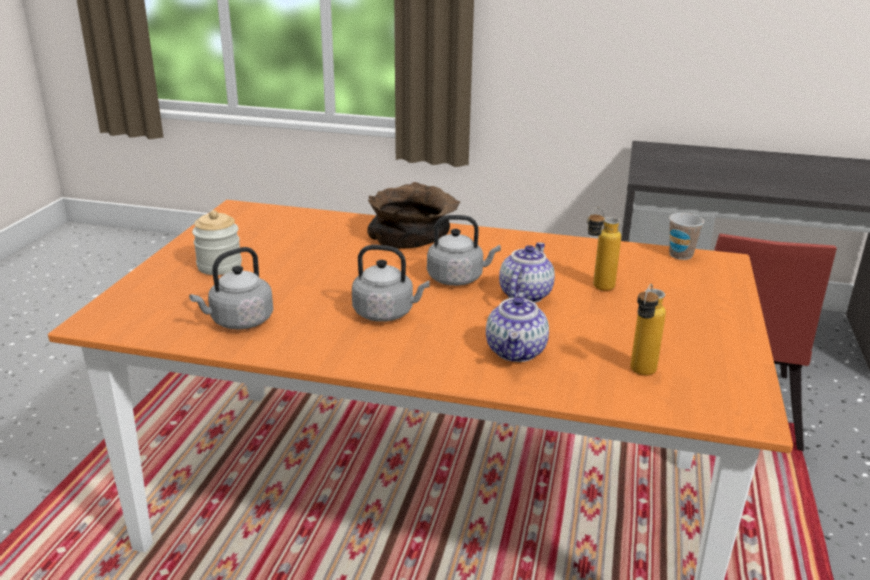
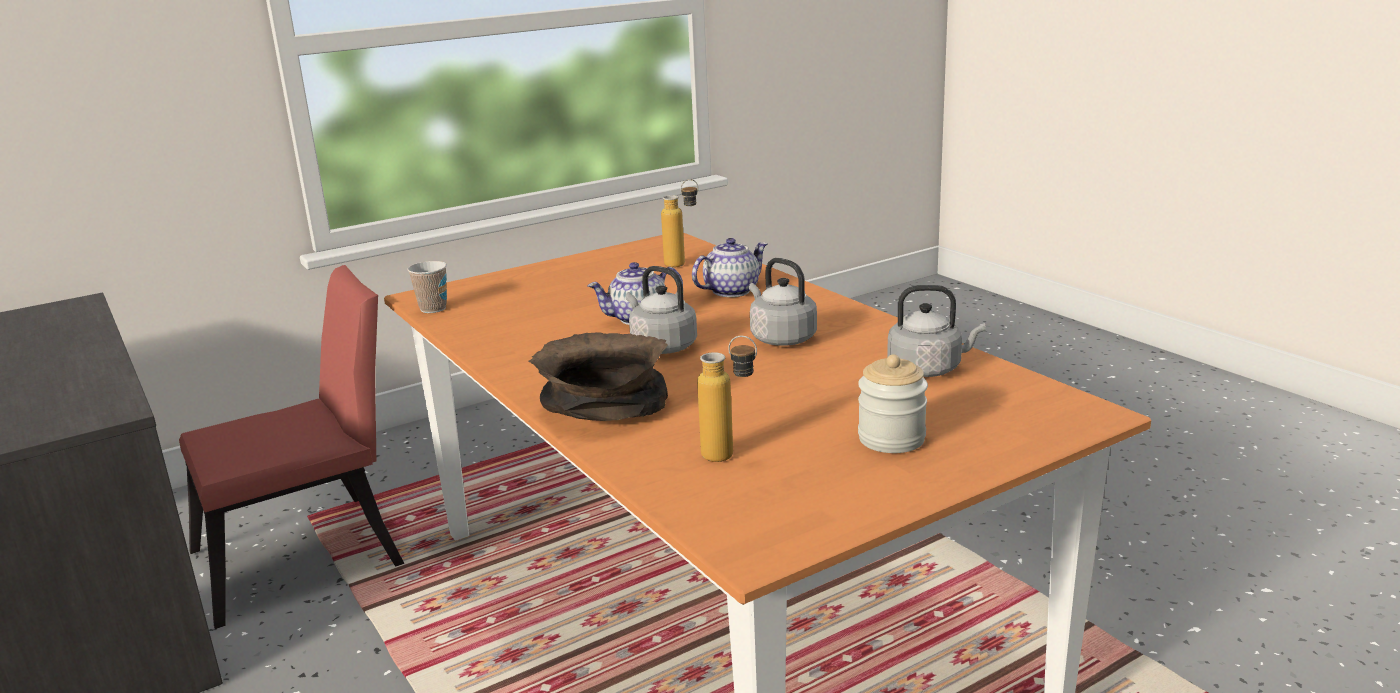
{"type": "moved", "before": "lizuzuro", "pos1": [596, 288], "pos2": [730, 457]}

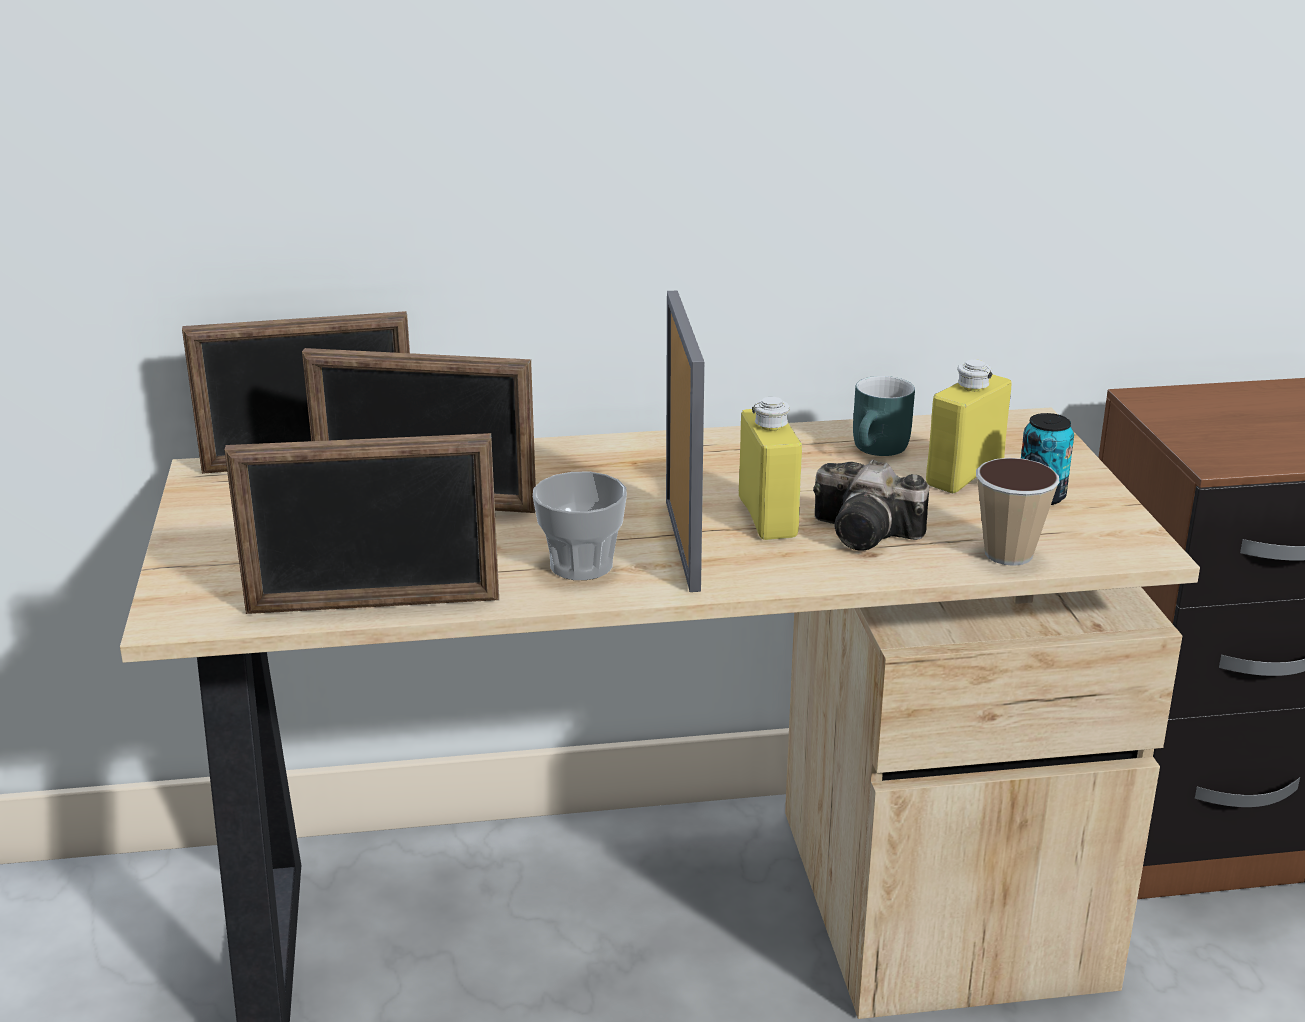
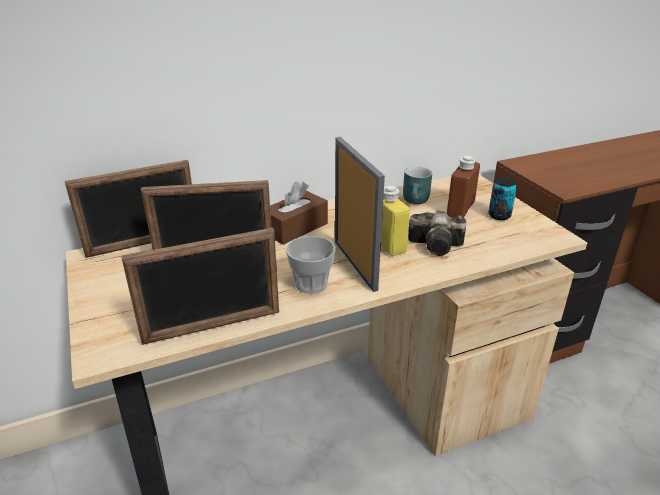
{"type": "removed", "before": "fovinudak", "pos1": [1008, 554]}
{"type": "added", "after": "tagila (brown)", "pos2": [295, 228]}
{"type": "recoloured", "before": "lizuzuro (yellow)", "after": "lizuzuro (brown)", "pos1": [964, 475], "pos2": [460, 209]}

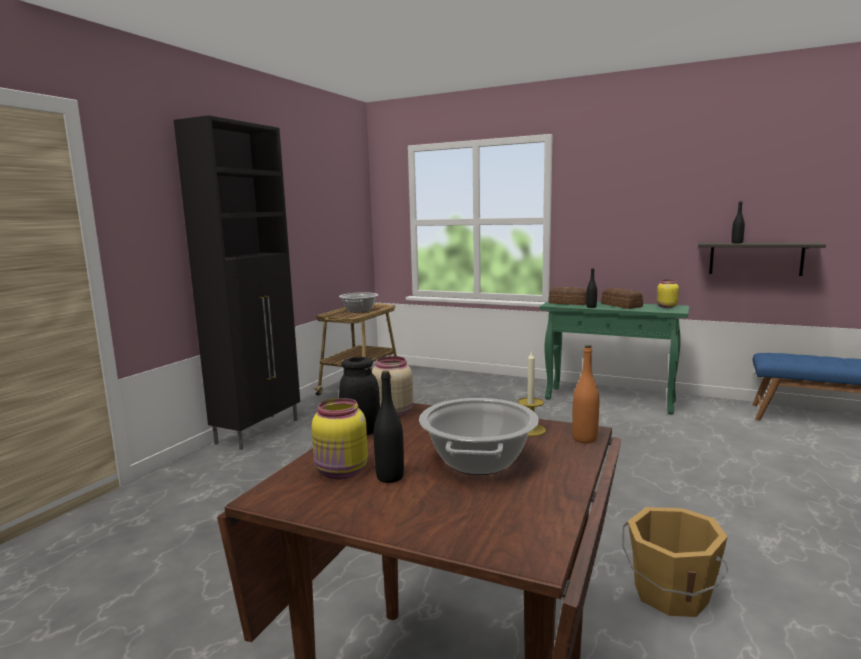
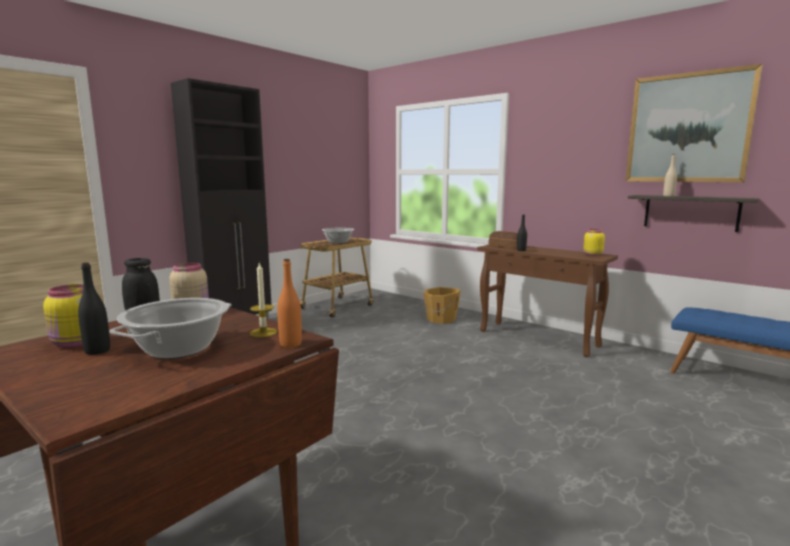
{"type": "removed", "before": "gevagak", "pos1": [621, 305]}
{"type": "added", "after": "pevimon", "pos2": [688, 128]}
{"type": "moved", "before": "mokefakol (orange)", "pos1": [670, 594], "pos2": [440, 319]}
{"type": "recoloured", "before": "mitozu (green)", "after": "mitozu (brown)", "pos1": [610, 400], "pos2": [539, 338]}
{"type": "recoloured", "before": "lizuzuro (black)", "after": "lizuzuro (beige)", "pos1": [737, 243], "pos2": [668, 196]}

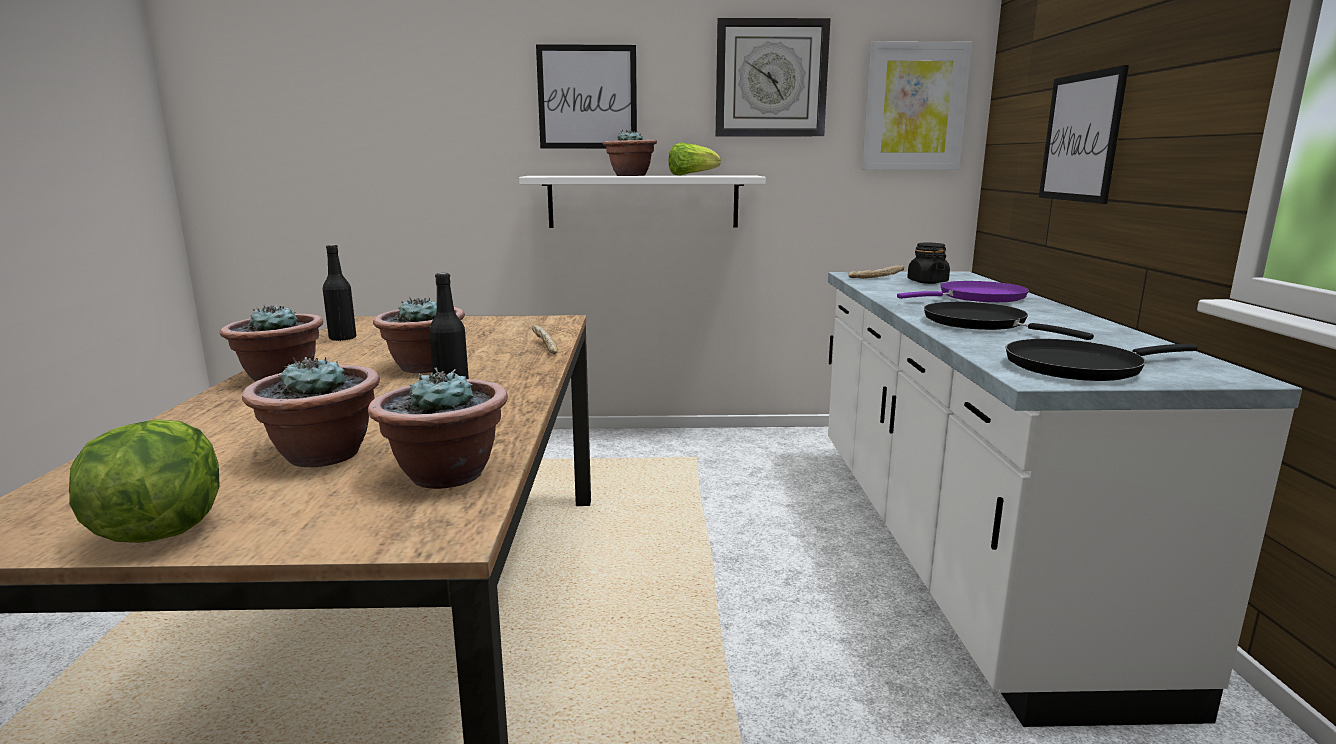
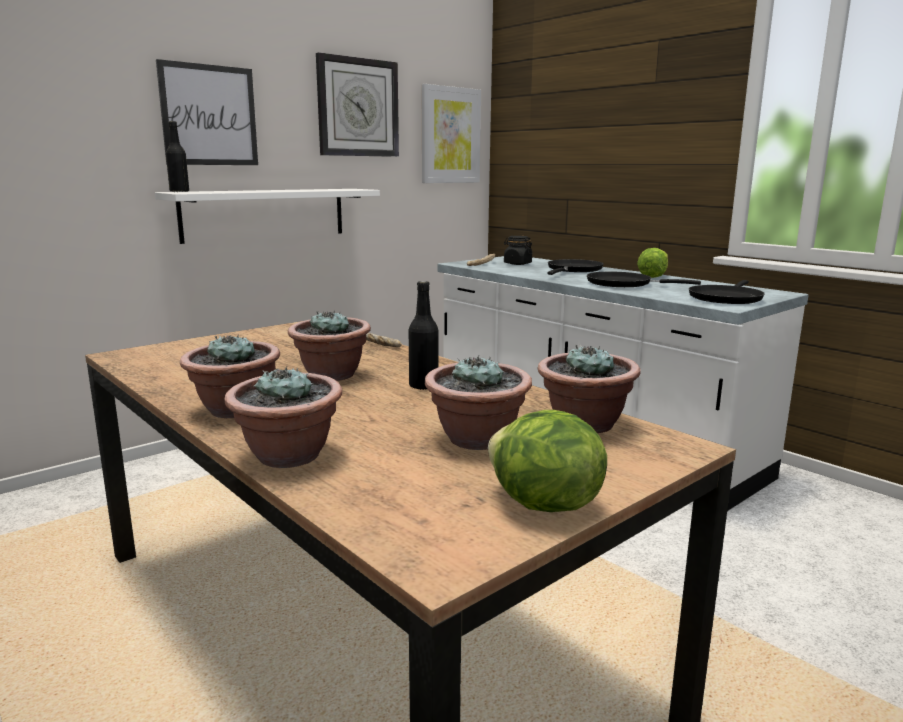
{"type": "removed", "before": "pevimon", "pos1": [1081, 137]}
{"type": "moved", "before": "lizuzuro (black)", "pos1": [342, 338], "pos2": [179, 192]}
{"type": "moved", "before": "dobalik", "pos1": [630, 175], "pos2": [288, 456]}
{"type": "moved", "before": "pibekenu", "pos1": [691, 175], "pos2": [653, 276]}
{"type": "recoloured", "before": "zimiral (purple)", "after": "zimiral (black)", "pos1": [976, 297], "pos2": [573, 270]}

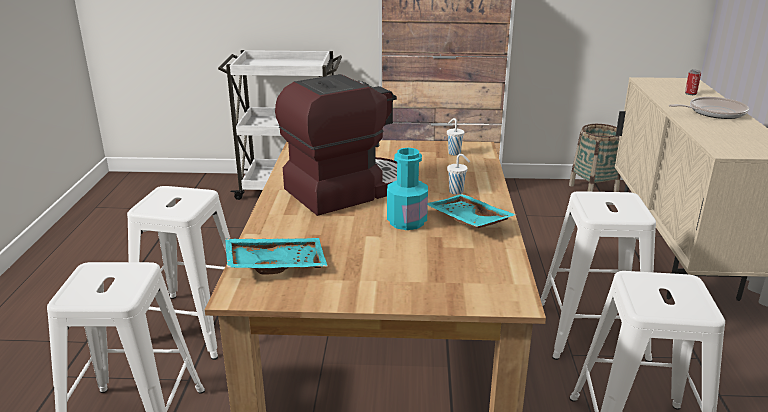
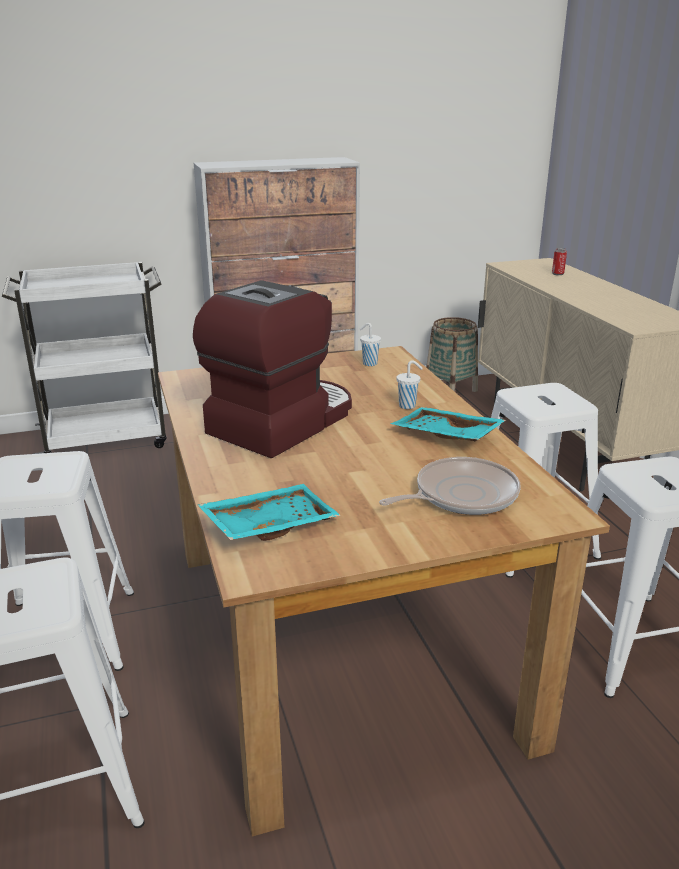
{"type": "removed", "before": "lizuzuro (turquoise)", "pos1": [407, 222]}
{"type": "moved", "before": "zimiral", "pos1": [713, 112], "pos2": [461, 495]}

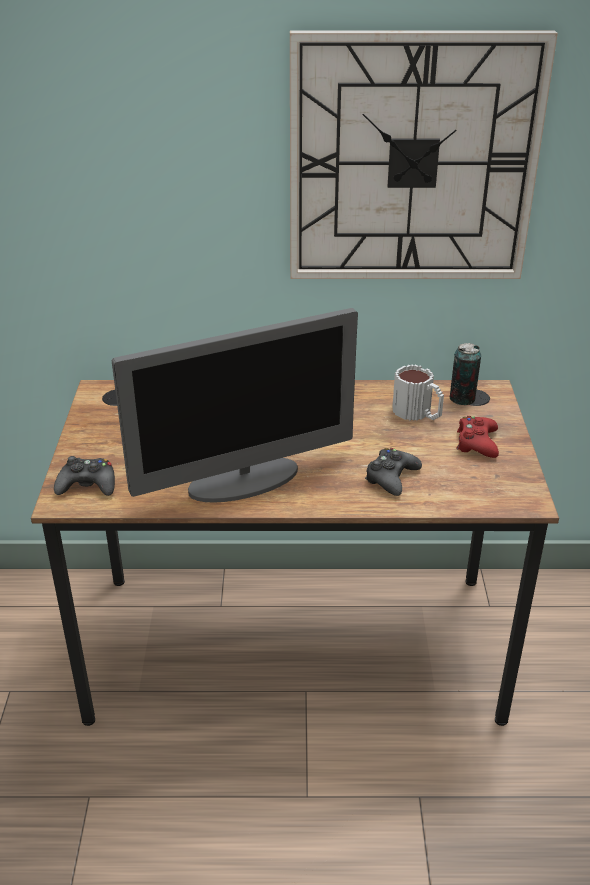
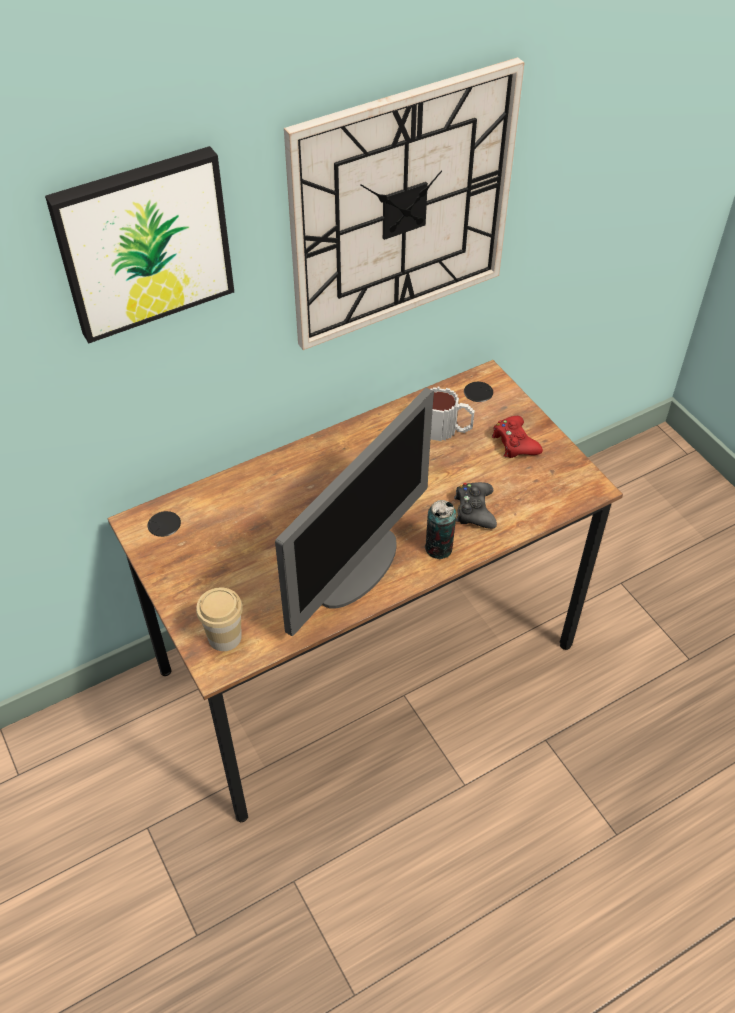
{"type": "added", "after": "pevimon", "pos2": [143, 243]}
{"type": "moved", "before": "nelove", "pos1": [462, 398], "pos2": [438, 548]}
{"type": "replaced", "before": "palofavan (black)", "after": "fovinudak", "pos1": [87, 485], "pos2": [224, 637]}

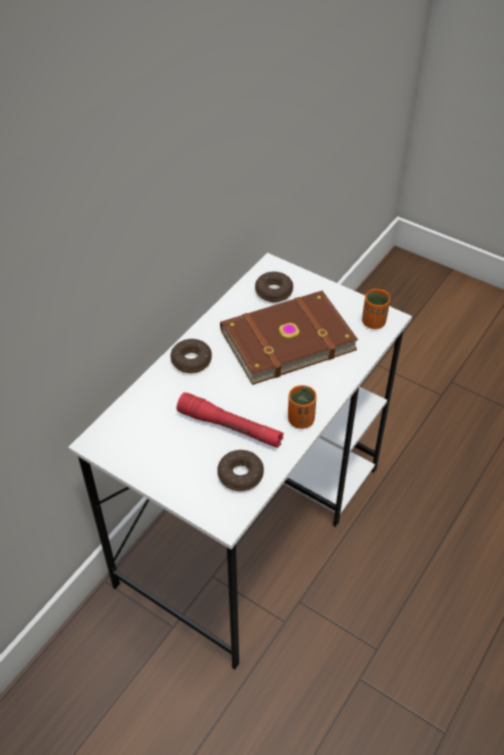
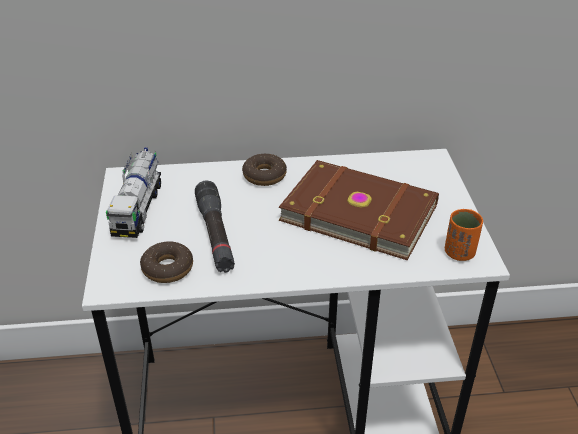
{"type": "removed", "before": "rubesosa", "pos1": [274, 291]}
{"type": "removed", "before": "fovinudak (orange)", "pos1": [300, 420]}
{"type": "added", "after": "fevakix", "pos2": [138, 208]}
{"type": "recoloured", "before": "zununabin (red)", "after": "zununabin (black)", "pos1": [230, 427], "pos2": [215, 234]}

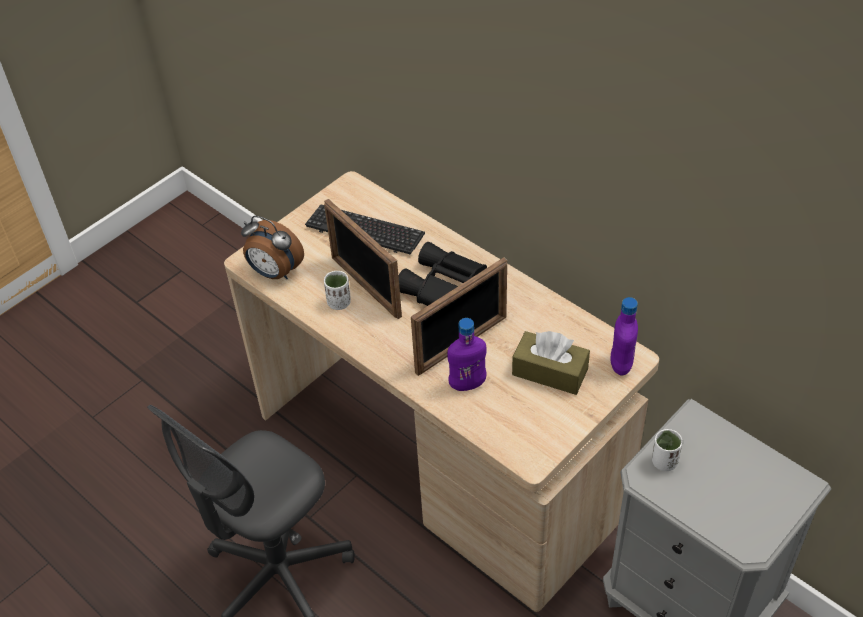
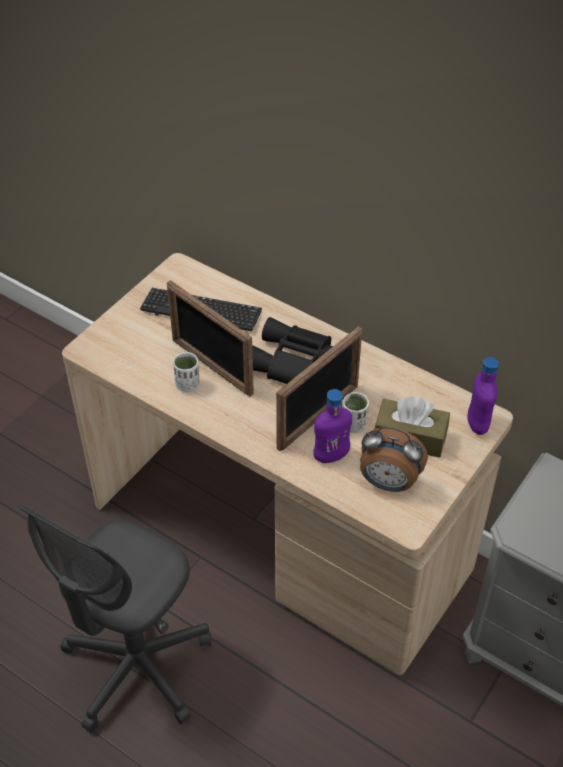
{"type": "moved", "before": "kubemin", "pos1": [275, 273], "pos2": [388, 482]}
{"type": "moved", "before": "fovinudak (white)", "pos1": [664, 462], "pos2": [354, 425]}

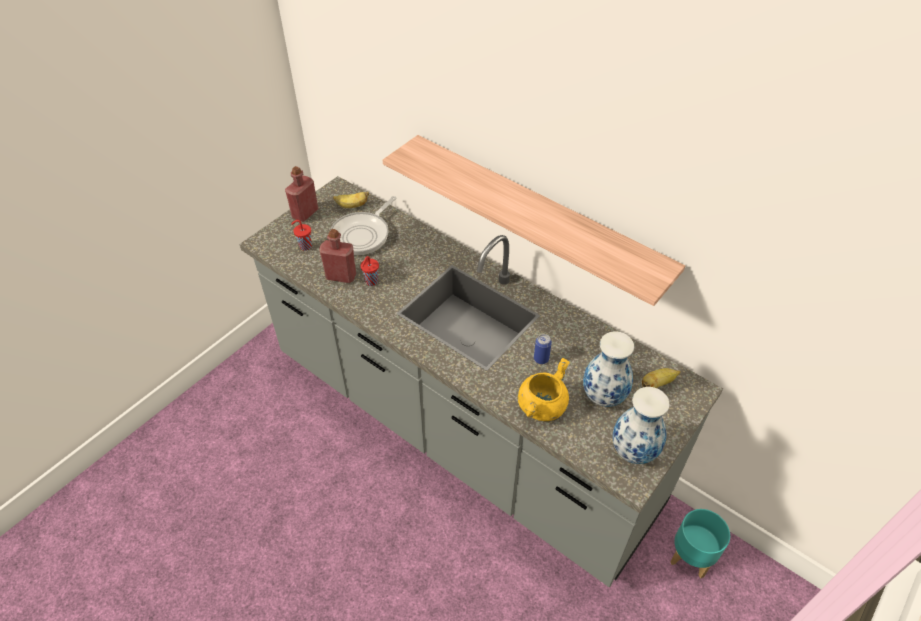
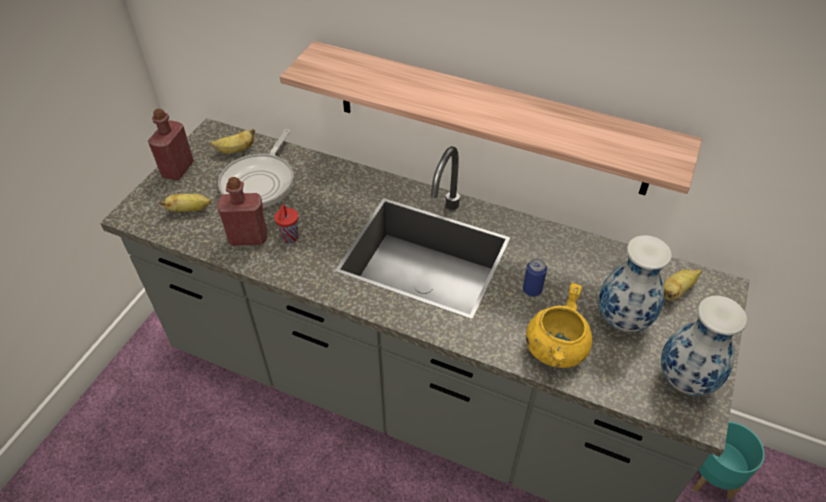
{"type": "replaced", "before": "fovinudak (red)", "after": "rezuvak", "pos1": [305, 246], "pos2": [189, 210]}

